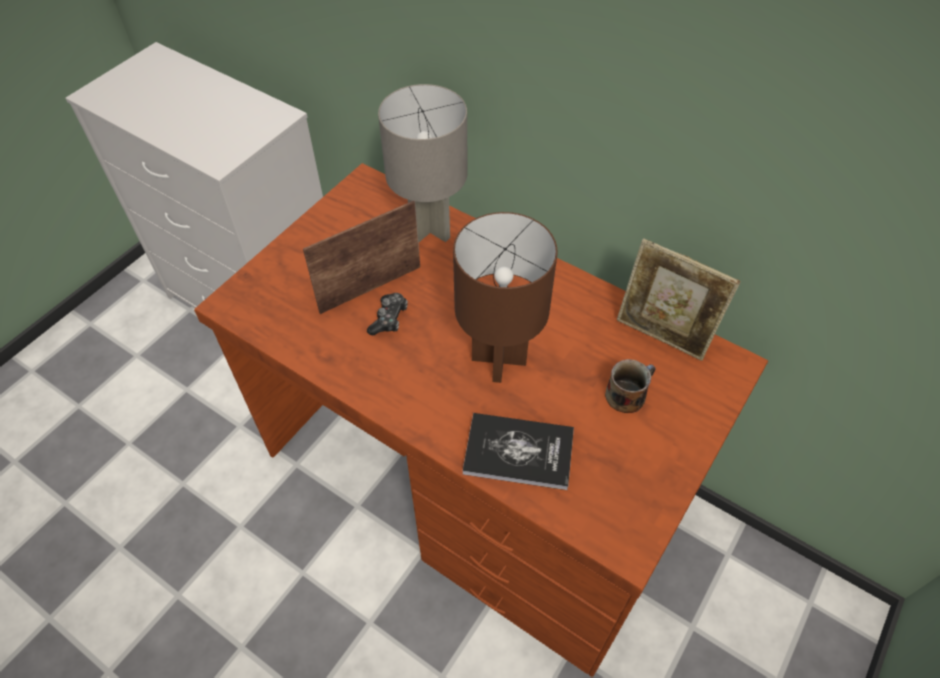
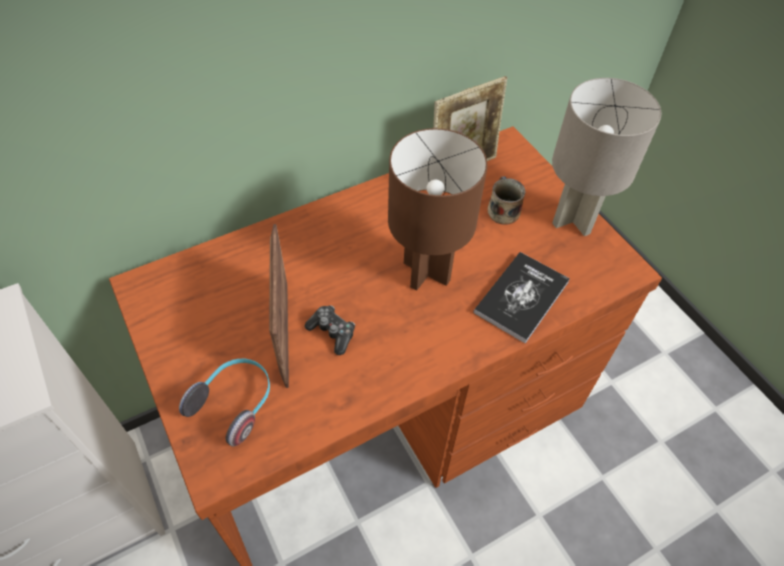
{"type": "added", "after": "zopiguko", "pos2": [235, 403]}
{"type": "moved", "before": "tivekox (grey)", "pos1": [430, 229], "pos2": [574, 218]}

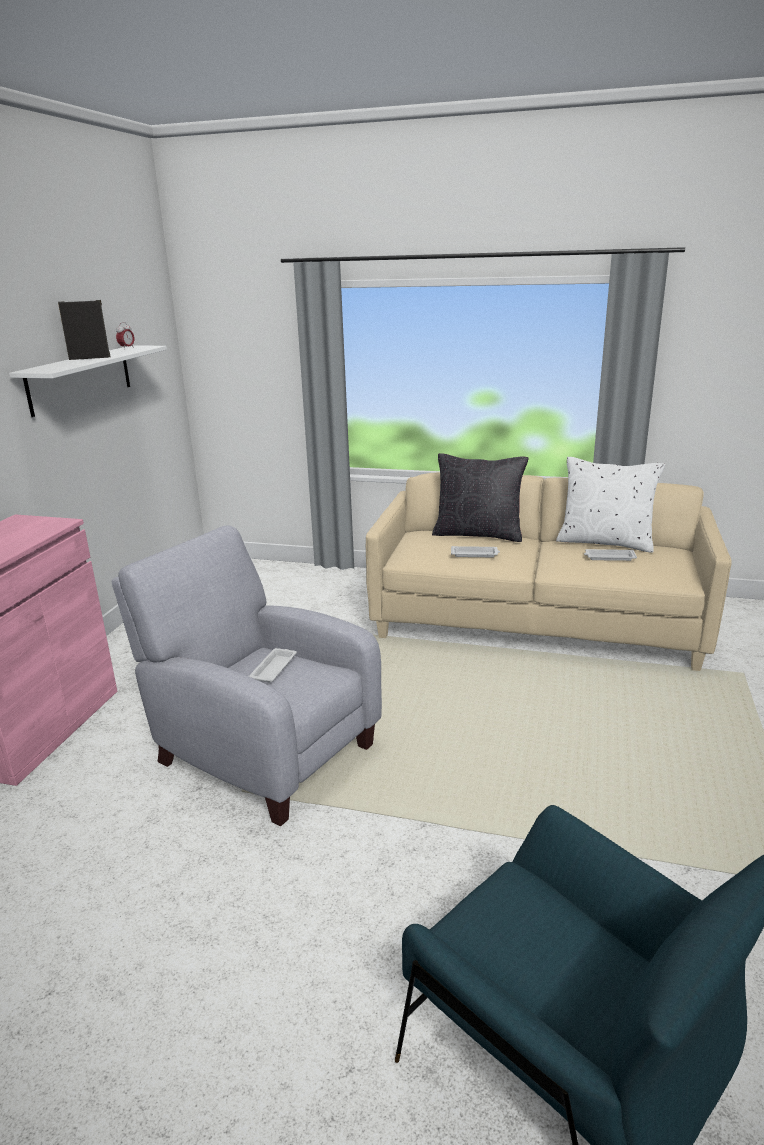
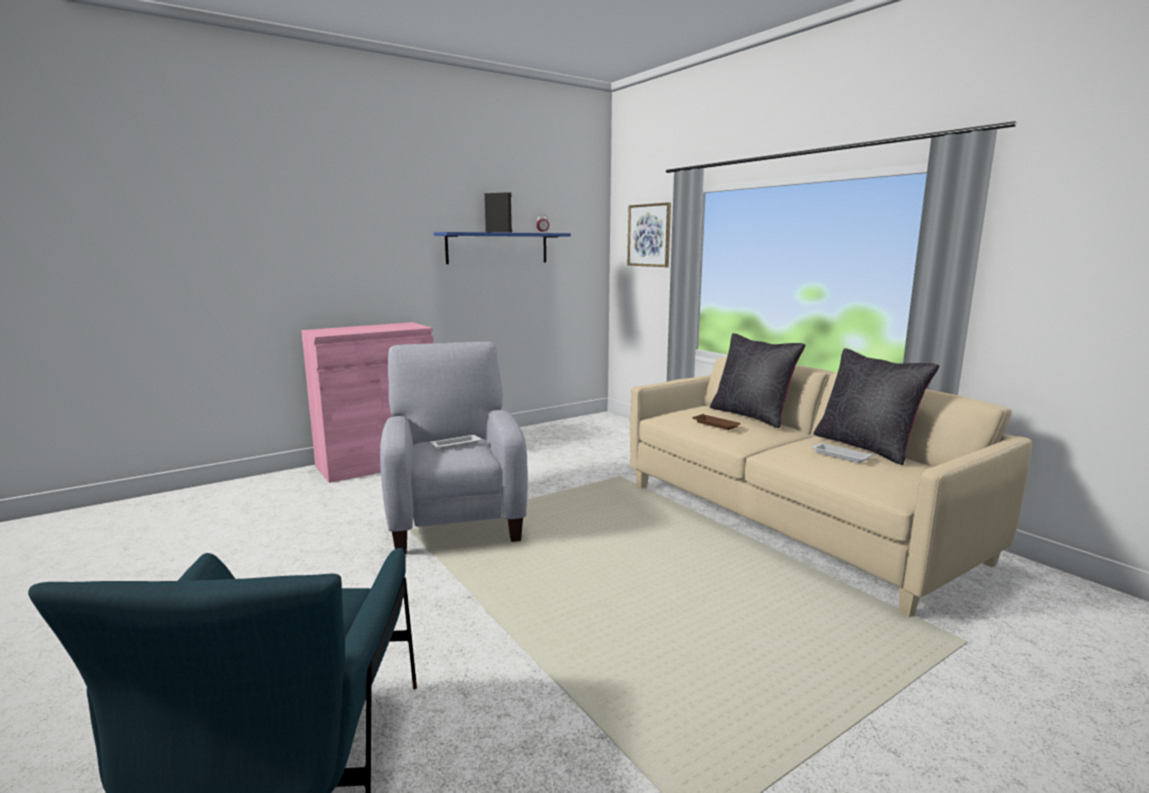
{"type": "added", "after": "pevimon", "pos2": [649, 235]}
{"type": "recoloured", "before": "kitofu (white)", "after": "kitofu (blue)", "pos1": [80, 379], "pos2": [497, 248]}
{"type": "recoloured", "before": "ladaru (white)", "after": "ladaru (brown)", "pos1": [475, 554], "pos2": [716, 425]}
{"type": "recoloured", "before": "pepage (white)", "after": "pepage (black)", "pos1": [605, 542], "pos2": [866, 447]}

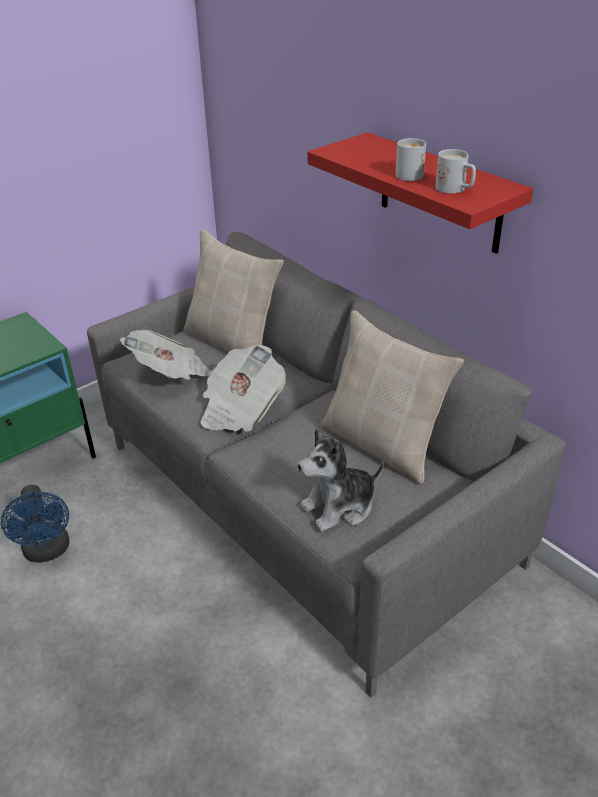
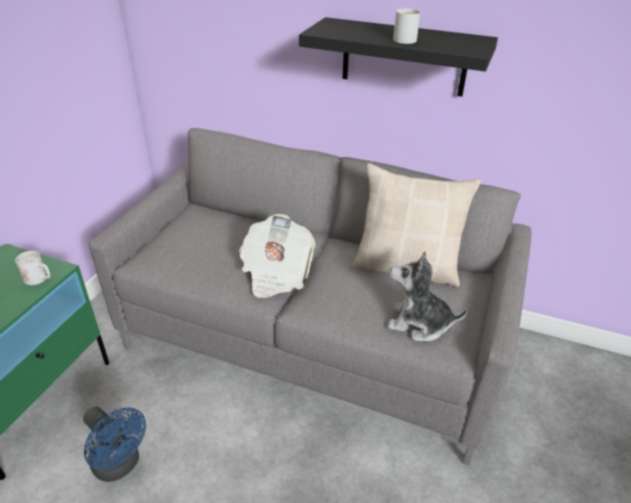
{"type": "removed", "before": "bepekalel", "pos1": [171, 374]}
{"type": "removed", "before": "pepage (beige)", "pos1": [233, 342]}
{"type": "moved", "before": "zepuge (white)", "pos1": [455, 190], "pos2": [39, 279]}
{"type": "recoloured", "before": "kitofu (red)", "after": "kitofu (black)", "pos1": [440, 193], "pos2": [404, 57]}
{"type": "turned", "before": "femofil", "pos1": [340, 507], "pos2": [419, 324], "turn": 75}

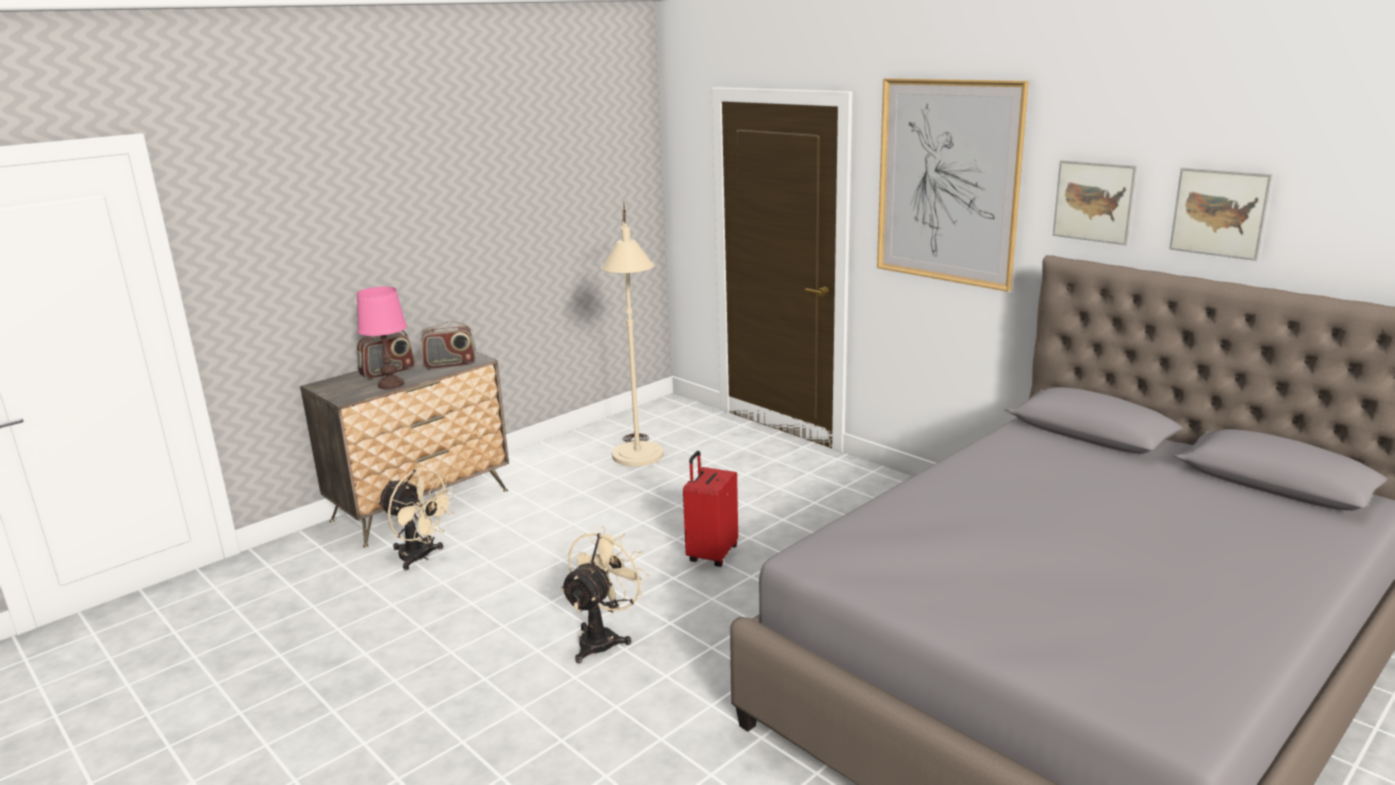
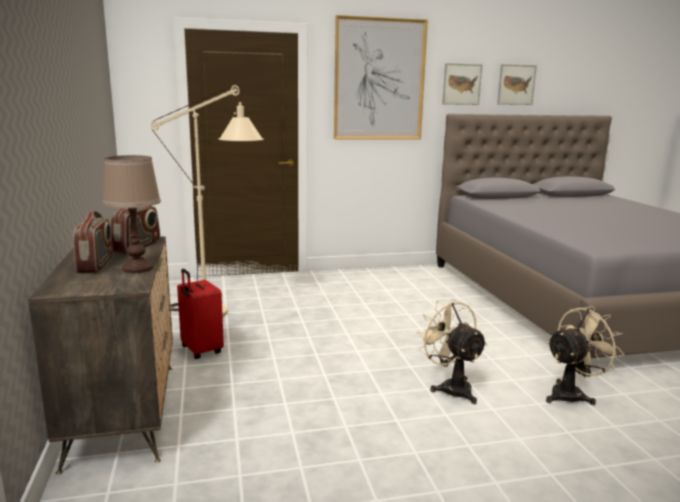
{"type": "moved", "before": "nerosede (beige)", "pos1": [421, 557], "pos2": [572, 394]}
{"type": "moved", "before": "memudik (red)", "pos1": [711, 554], "pos2": [200, 351]}
{"type": "recoloured", "before": "tivekox (pink)", "after": "tivekox (brown)", "pos1": [391, 385], "pos2": [138, 268]}

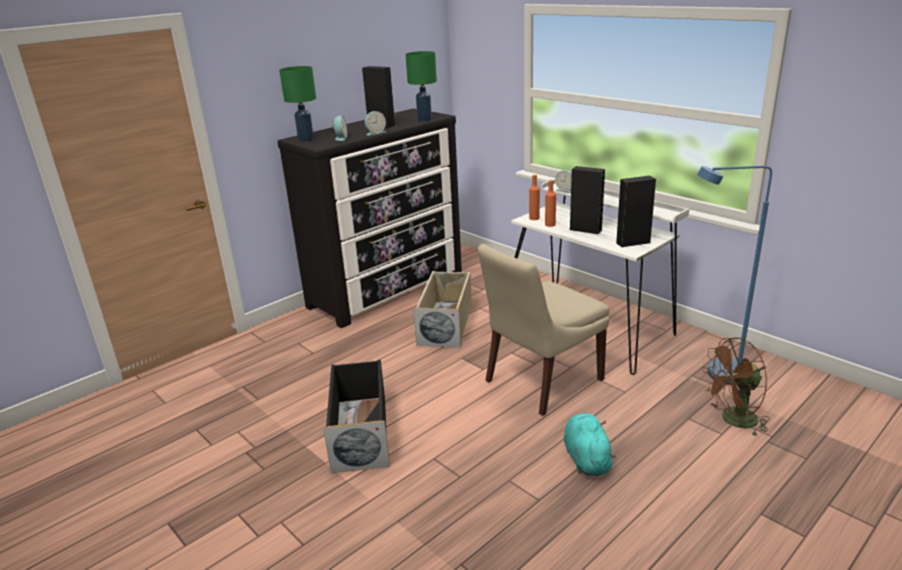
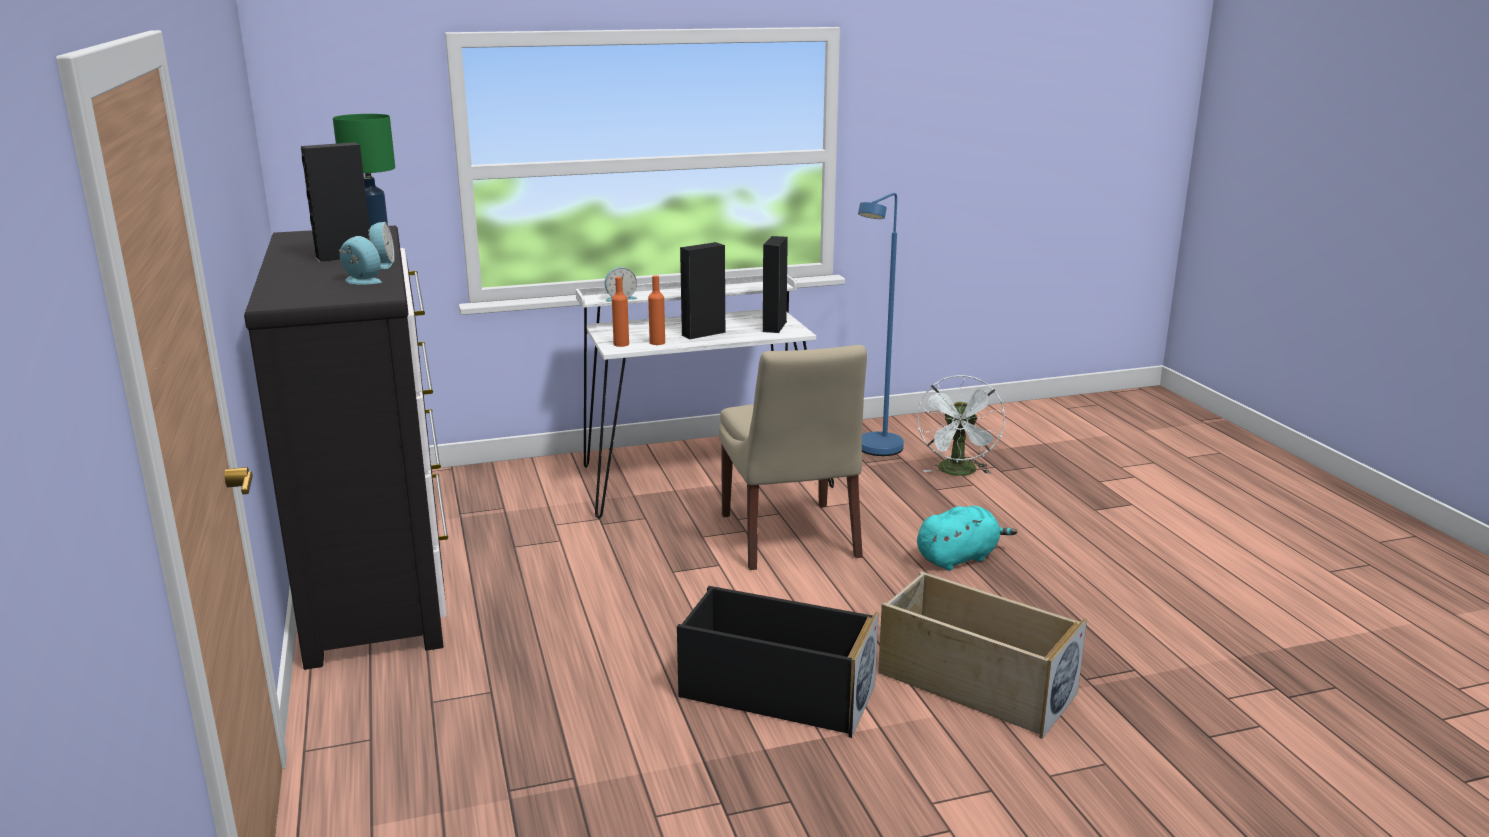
{"type": "removed", "before": "tivekox (green)", "pos1": [305, 139]}
{"type": "moved", "before": "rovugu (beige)", "pos1": [446, 324], "pos2": [974, 684]}
{"type": "recoloured", "before": "nerosede (brown)", "after": "nerosede (white)", "pos1": [733, 421], "pos2": [958, 472]}
{"type": "turned", "before": "femofil (turquoise)", "pos1": [586, 458], "pos2": [959, 558], "turn": 135}

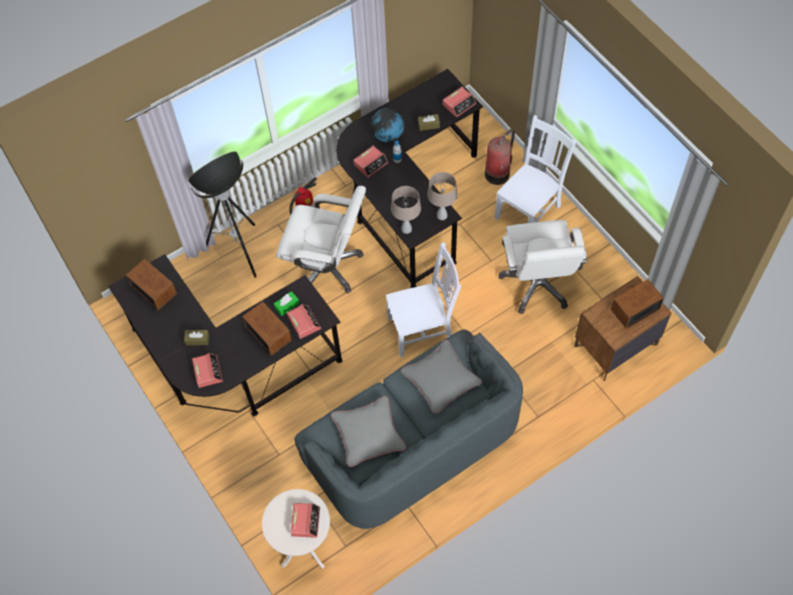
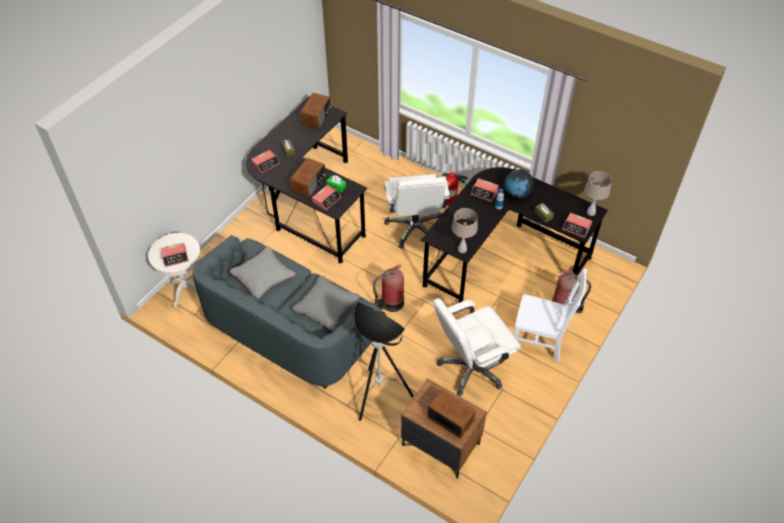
{"type": "moved", "before": "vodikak", "pos1": [239, 252], "pos2": [379, 396]}
{"type": "moved", "before": "tivekox (beige)", "pos1": [406, 229], "pos2": [591, 212]}
{"type": "replaced", "before": "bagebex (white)", "after": "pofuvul", "pos1": [423, 329], "pos2": [390, 303]}

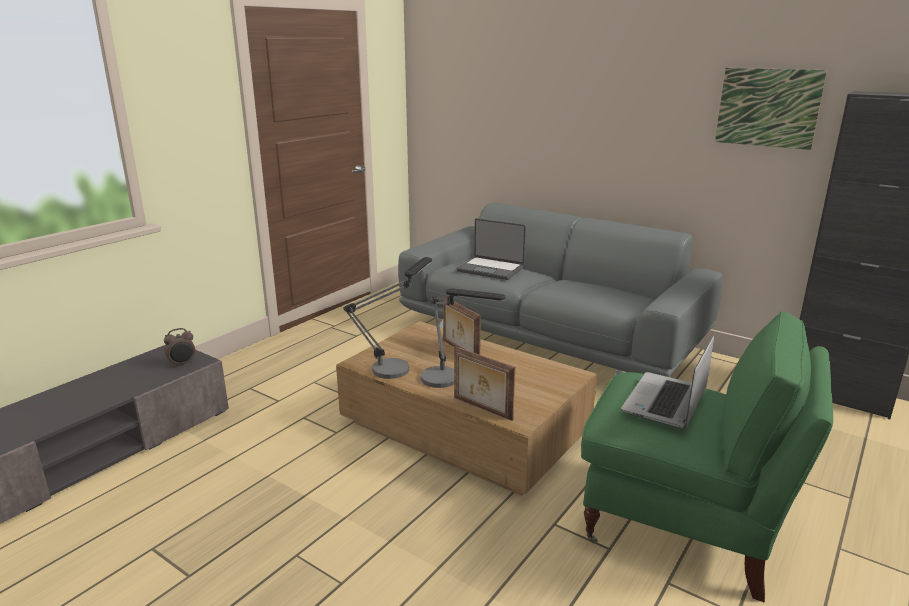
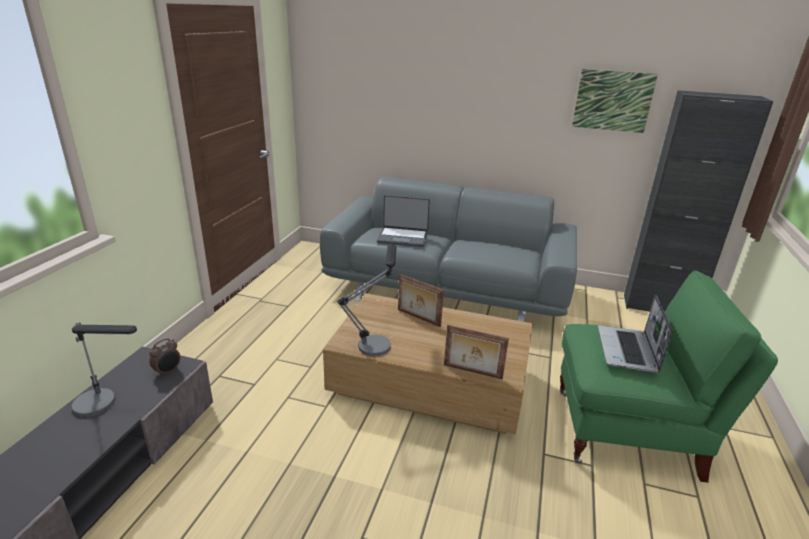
{"type": "moved", "before": "tivekox", "pos1": [450, 381], "pos2": [105, 405]}

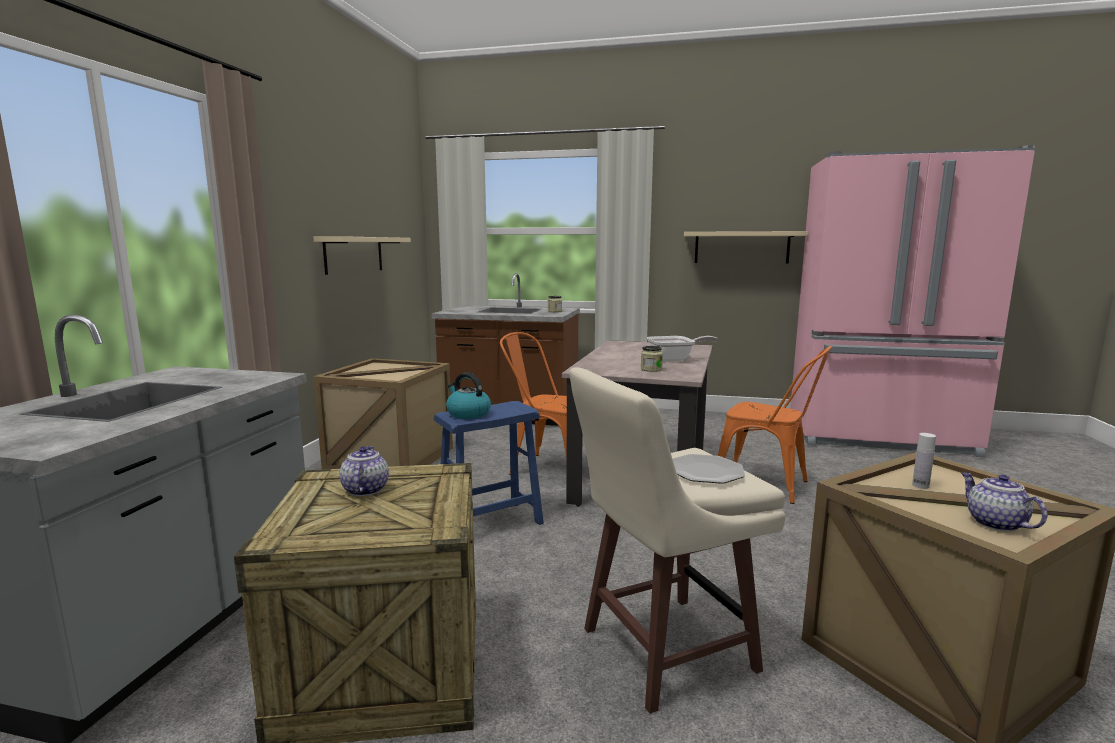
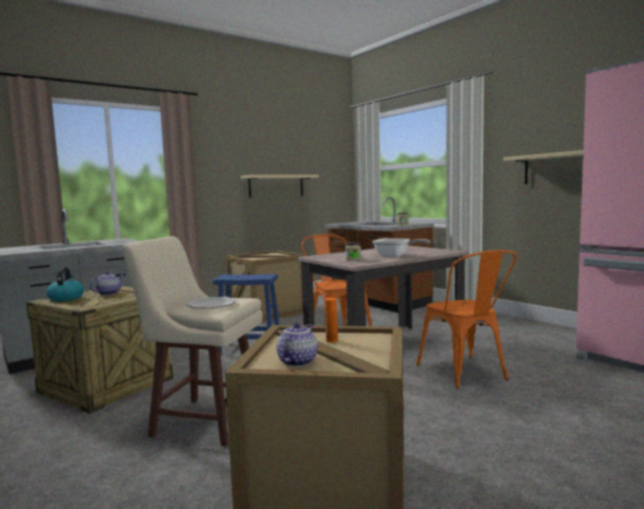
{"type": "moved", "before": "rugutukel", "pos1": [468, 413], "pos2": [66, 298]}
{"type": "recoloured", "before": "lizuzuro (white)", "after": "lizuzuro (orange)", "pos1": [920, 485], "pos2": [331, 340]}

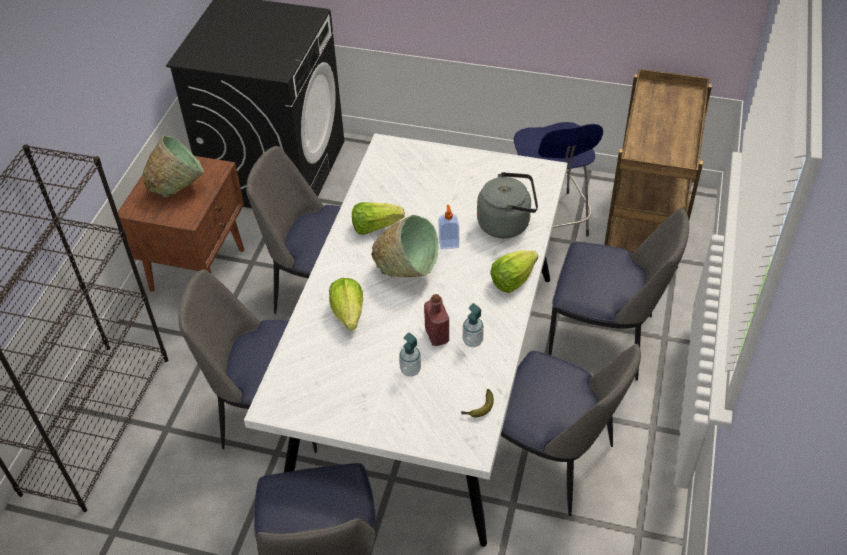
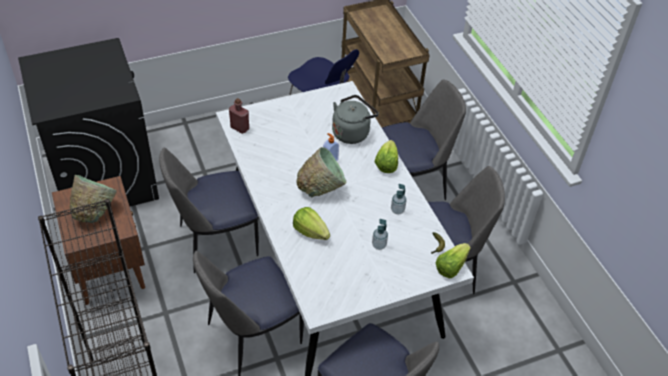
{"type": "moved", "before": "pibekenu", "pos1": [375, 226], "pos2": [451, 266]}
{"type": "moved", "before": "lizuzuro (red)", "pos1": [437, 335], "pos2": [239, 128]}

